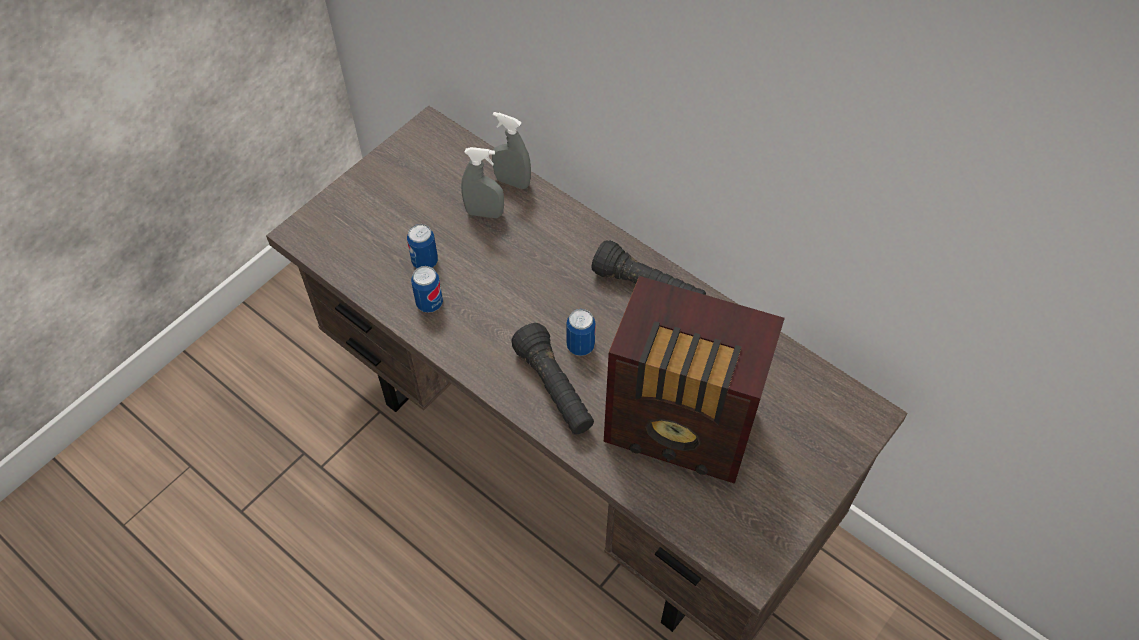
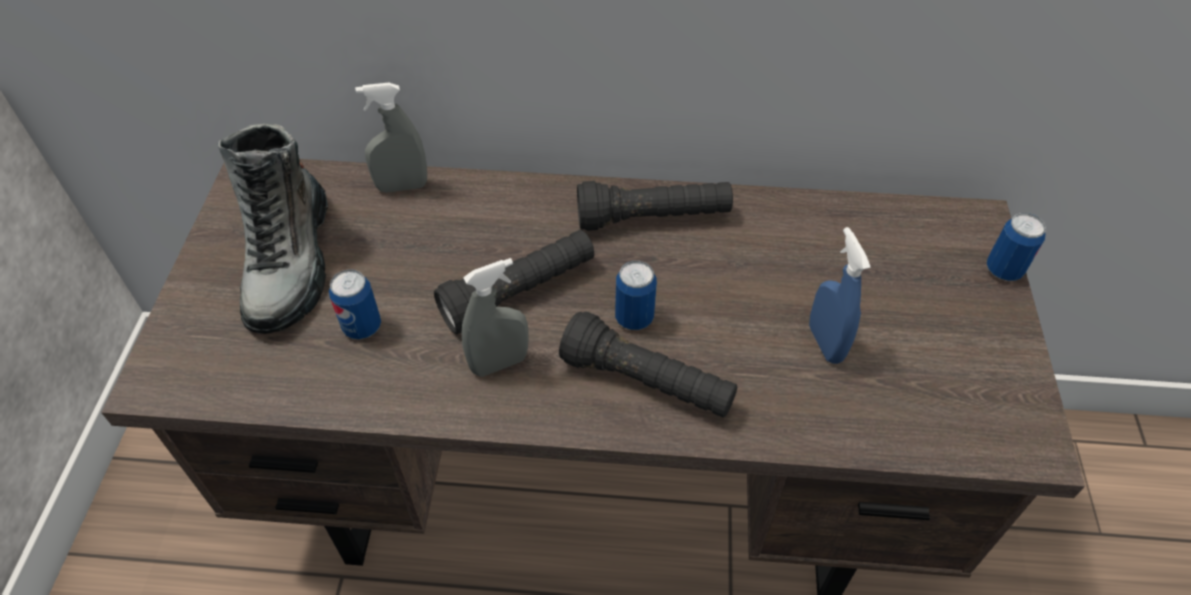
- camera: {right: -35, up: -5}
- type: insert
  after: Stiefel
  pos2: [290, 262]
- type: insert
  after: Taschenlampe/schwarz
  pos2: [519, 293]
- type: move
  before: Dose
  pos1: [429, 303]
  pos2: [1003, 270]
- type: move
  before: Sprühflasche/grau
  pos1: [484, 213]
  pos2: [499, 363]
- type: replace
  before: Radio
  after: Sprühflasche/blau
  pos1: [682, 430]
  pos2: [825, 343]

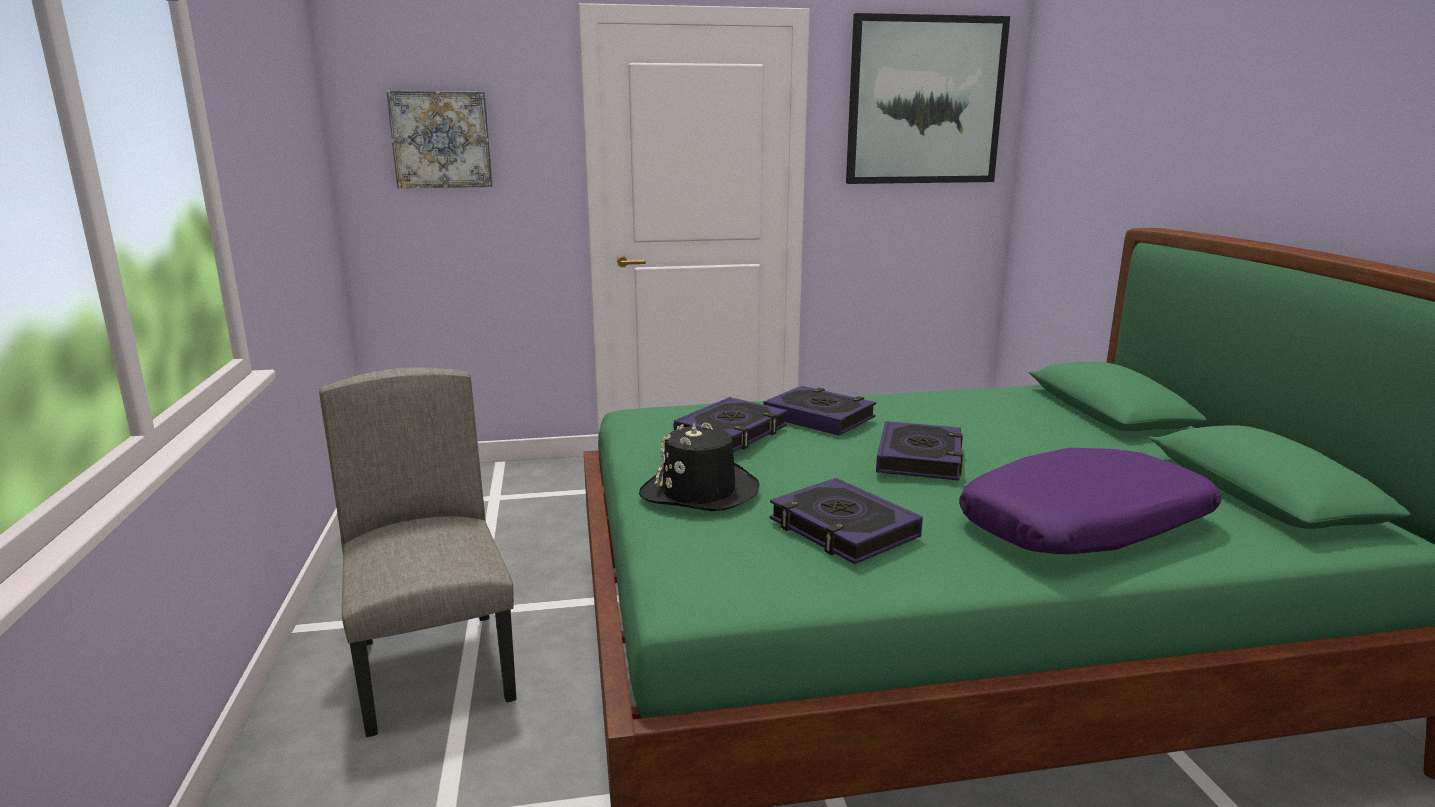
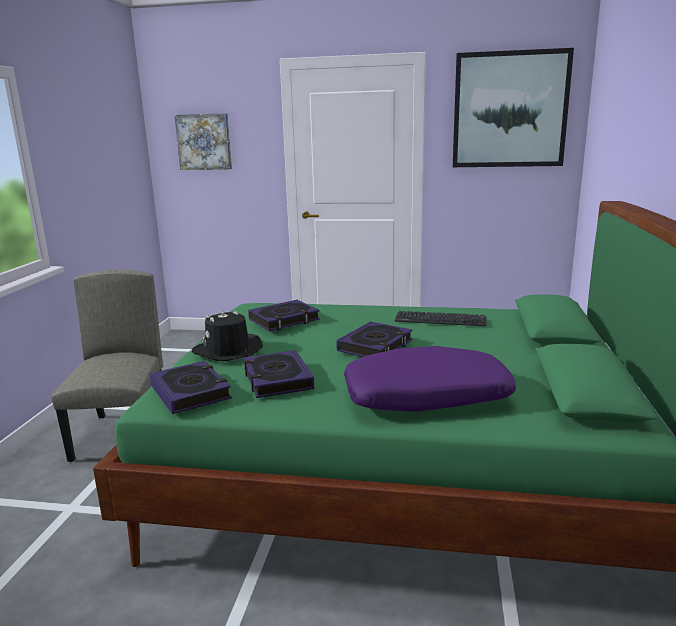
- camera: {right: 20, up: 0}
- type: insert
  after: Tastatur
  pos2: [440, 320]
- type: move
  before: Buch
  pos1: [819, 417]
  pos2: [191, 392]

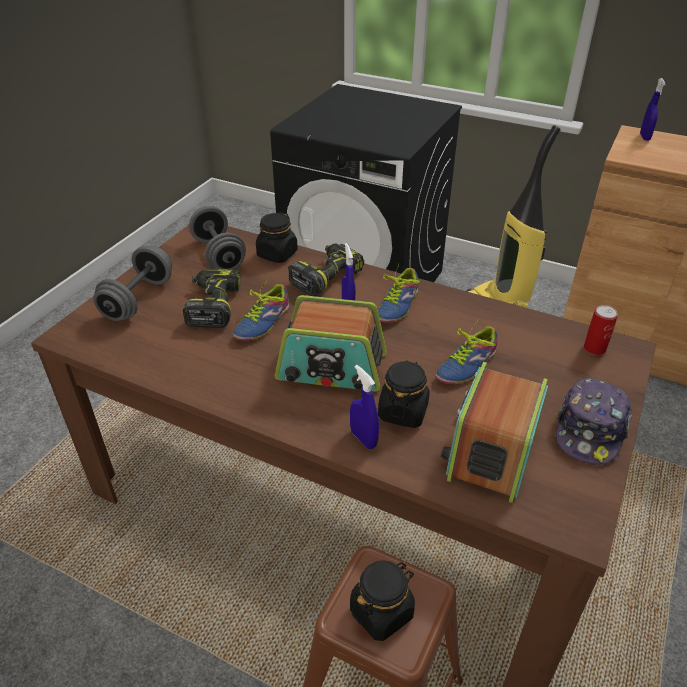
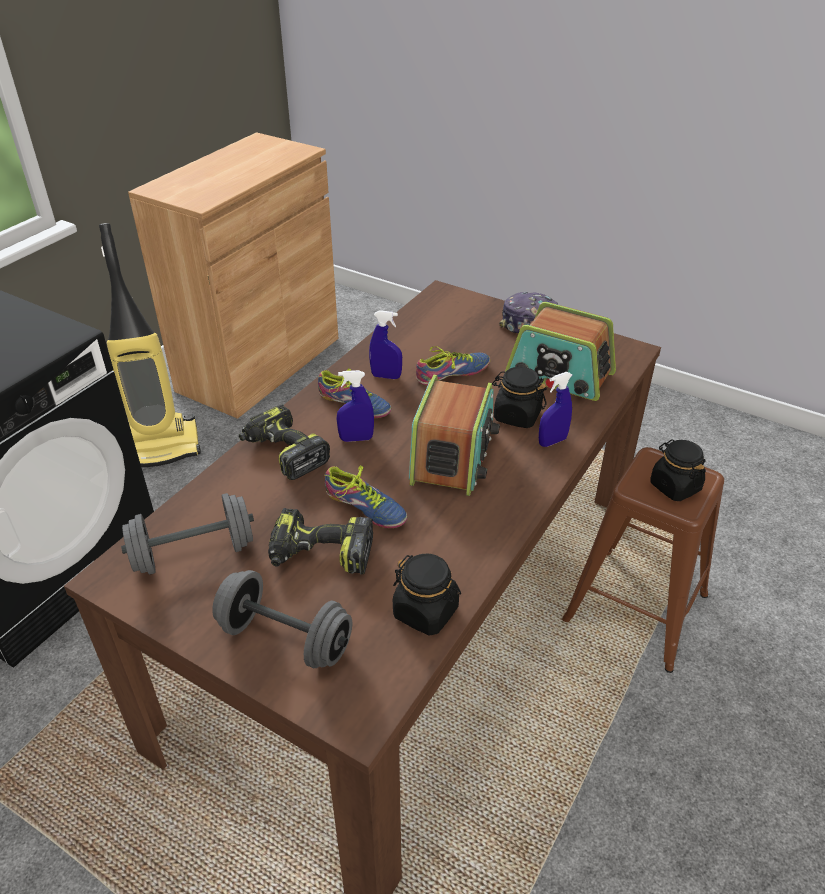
- camera: {right: -85, up: 0}
- type: delete
  before: Dose
  pos1: [594, 348]
- type: move
  before: Vorratsglas/schwarz
  pos1: [277, 254]
  pos2: [426, 612]
- type: move
  before: Sprühflasche/blau
  pos1: [644, 137]
  pos2: [386, 376]
- type: rotate
  before: Schuh
  pos1: [464, 364]
  pos2: [454, 374]
  turn: -75

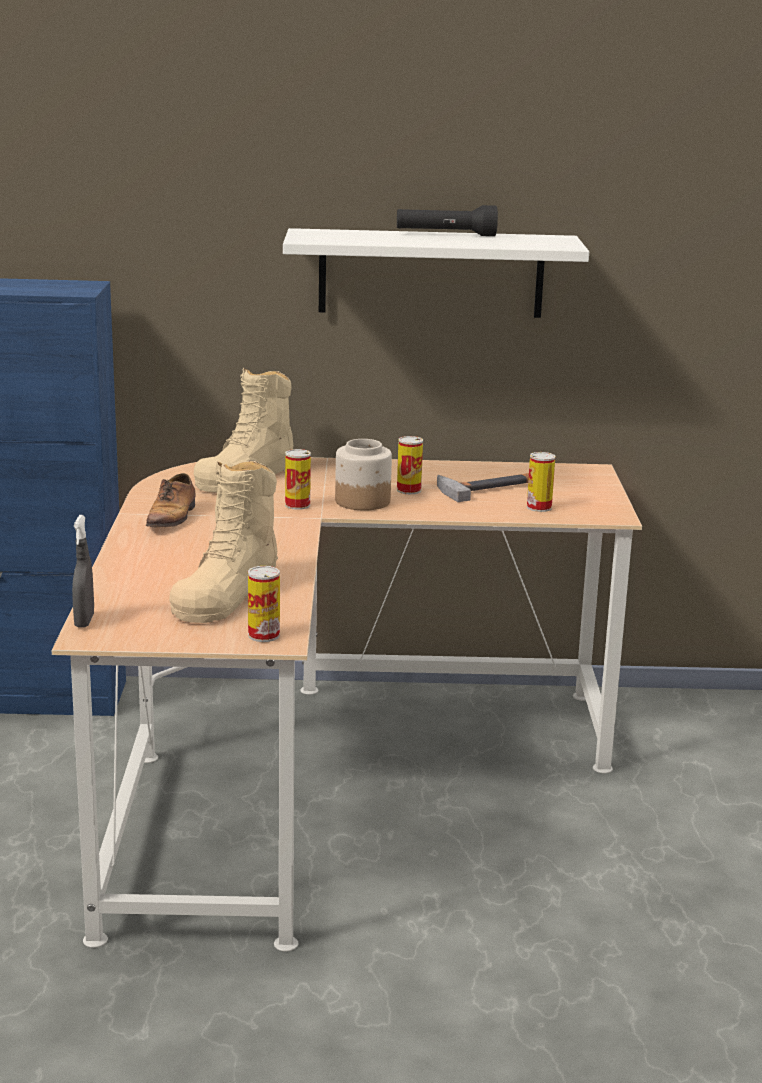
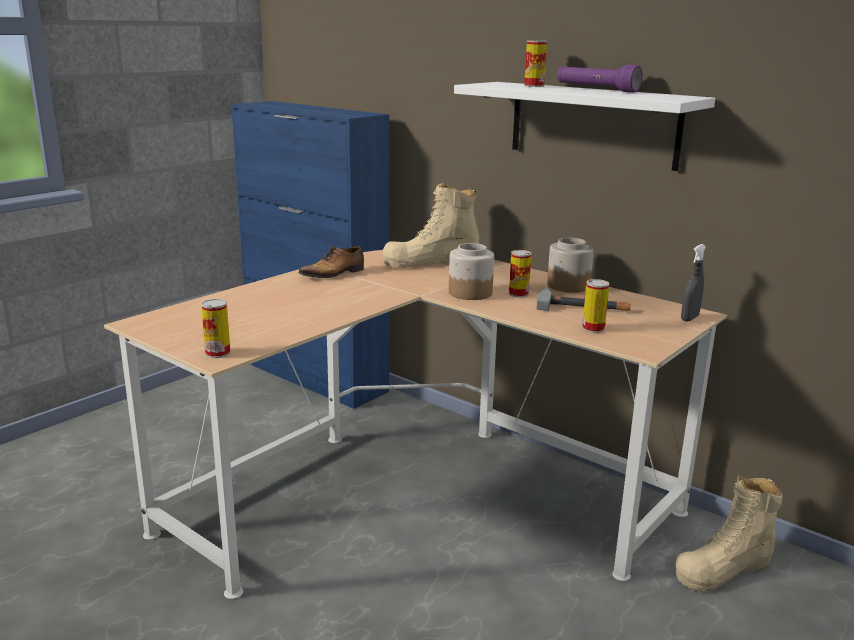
- camera: {right: 40, up: 0}
- type: insert
  after: Vorratsglas
  pos2: [567, 285]
- type: move
  before: Sprühflasche/grau
  pos1: [84, 621]
  pos2: [689, 318]
- type: move
  before: Stiefel/beige
  pos1: [227, 594]
  pos2: [724, 567]
- type: move
  before: Dose
  pos1: [297, 505]
  pos2: [534, 86]
- type: recolor
  before: Taschenlampe/schwarz
  after: Taschenlampe/lila
  pos1: [446, 235]
  pos2: [596, 89]

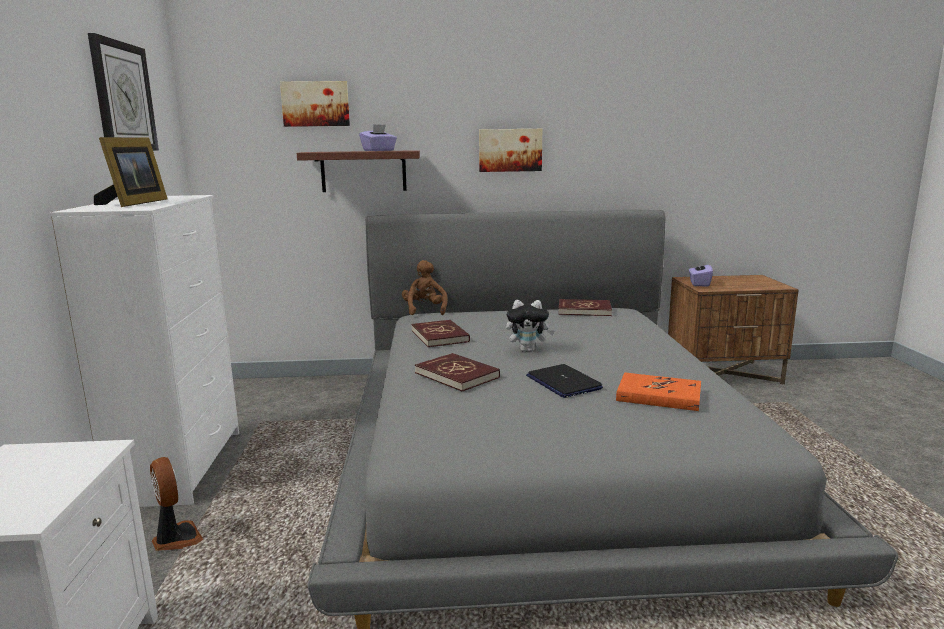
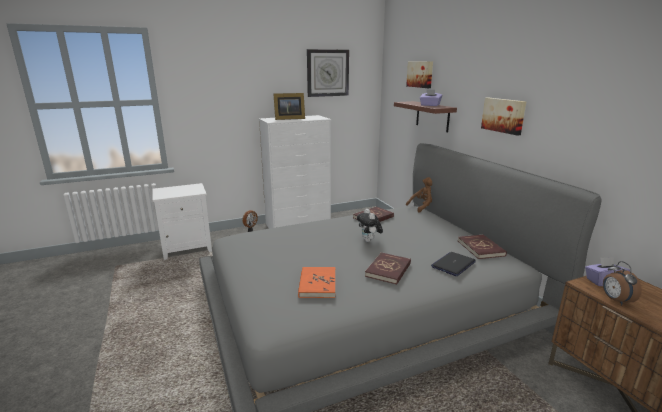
- camera: {right: 70, up: 5}
- type: insert
  after: Wecker
  pos2: [615, 300]
- type: move
  before: Buch/rot
  pos1: [457, 375]
  pos2: [388, 270]
- type: move
  before: Laptop
  pos1: [563, 382]
  pos2: [453, 264]

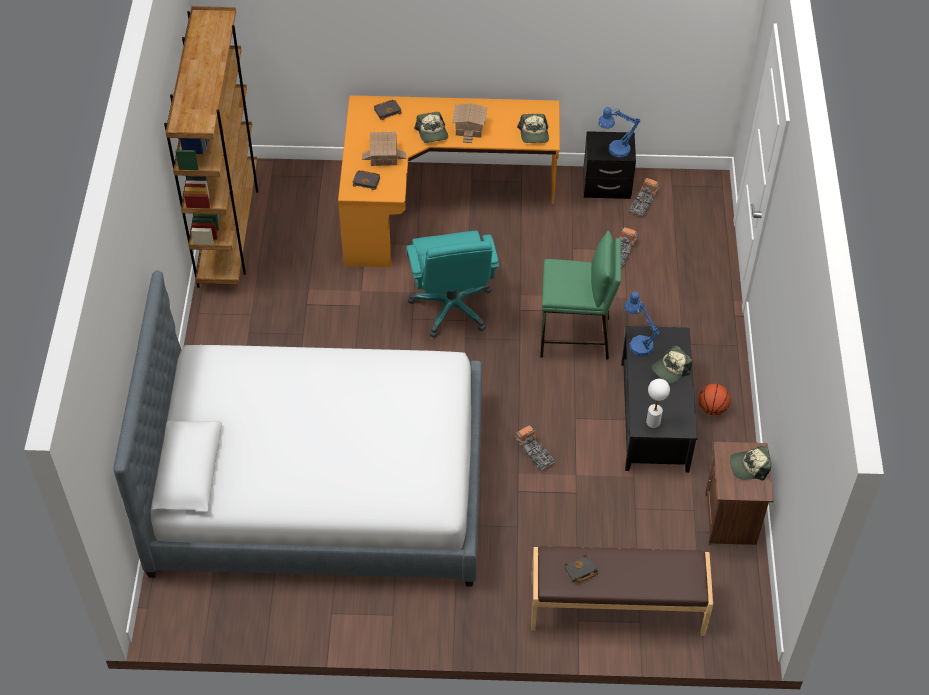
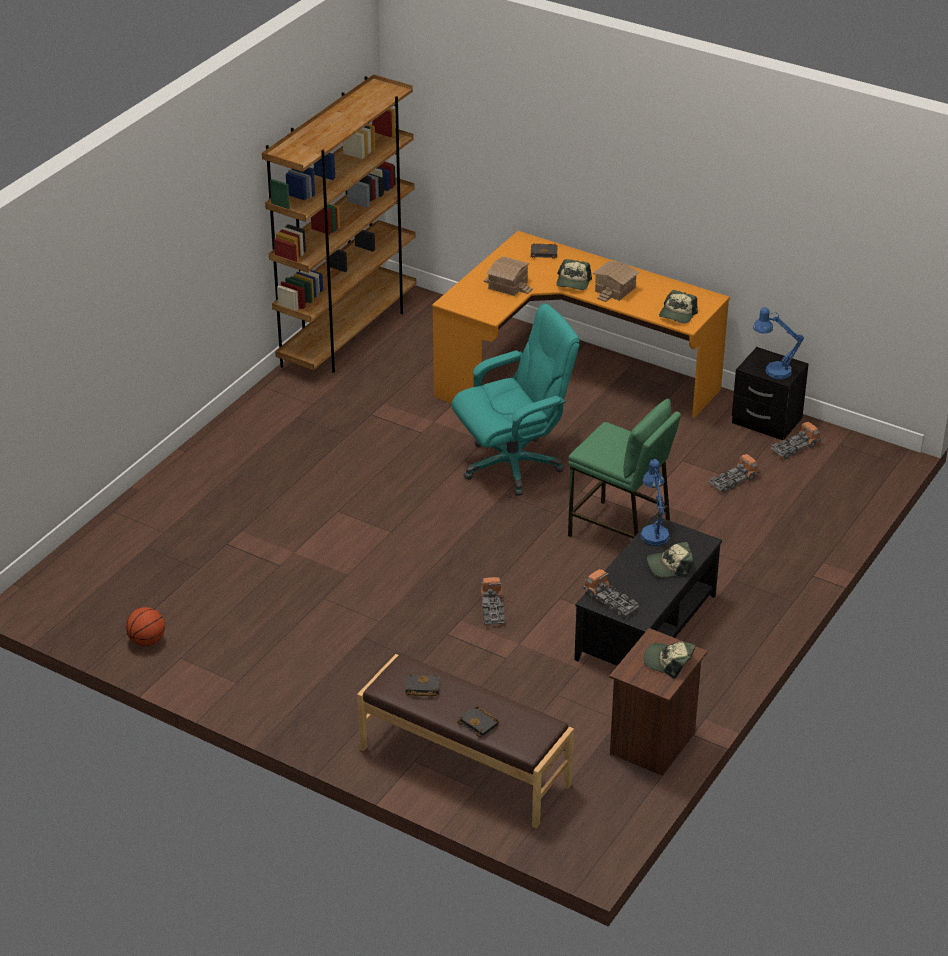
- camera: {right: 30, up: -15}
- type: delete
  before: Bett
  pos1: [320, 484]
- type: move
  before: Buch/schwarz
  pos1: [367, 181]
  pos2: [480, 724]
- type: move
  before: Basketball
  pos1: [712, 408]
  pos2: [147, 641]
- type: replace
  before: Tischlampe/weiß
  after: Spielzeuglaster
  pos1: [653, 422]
  pos2: [610, 601]
- type: rotate
  before: Bürostuhl/türkis
  pos1: [452, 307]
  pos2: [513, 465]
  turn: -135

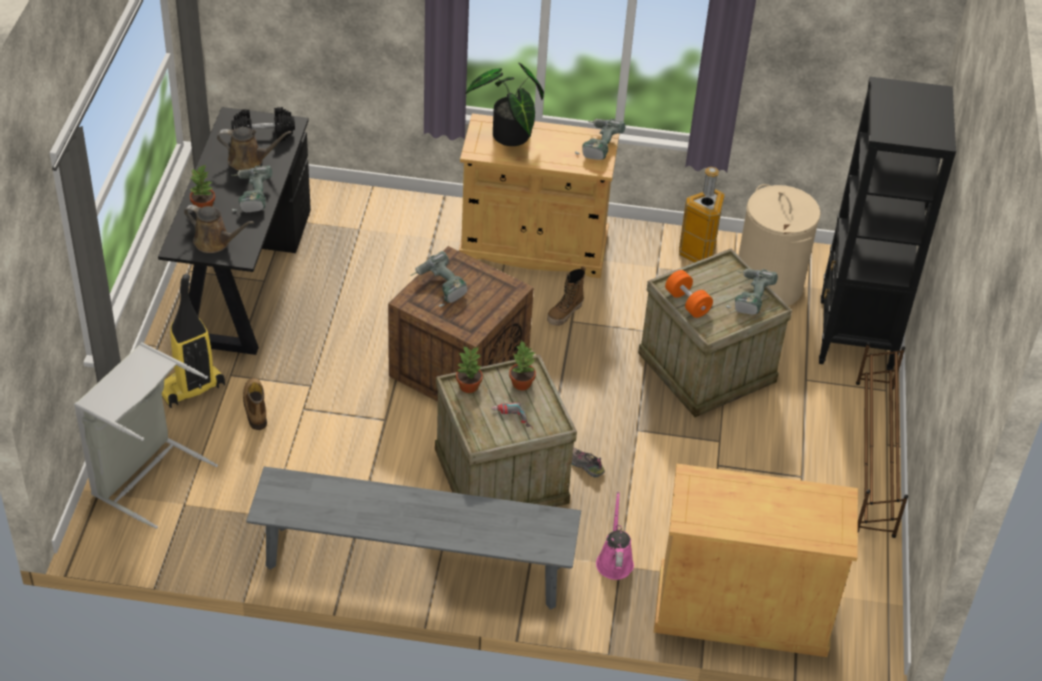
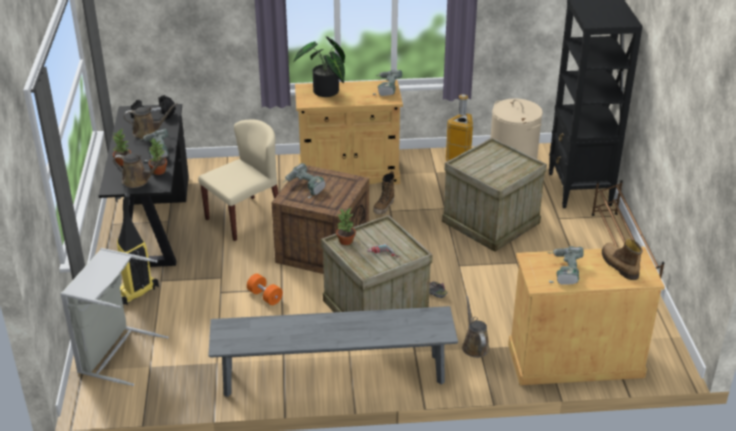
- camera: {right: -10, up: -10}
- type: insert
  after: Stuhl/beige
  pos2: [244, 218]
- type: move
  before: Stiefel
  pos1: [255, 407]
  pos2: [618, 265]
- type: move
  before: Topfpflanze
  pos1: [521, 383]
  pos2: [158, 171]
- type: move
  before: Hantel/orange
  pos1: [687, 303]
  pos2: [265, 296]
- type: move
  before: Bohrmaschine
  pos1: [749, 297]
  pos2: [563, 272]
- type: recolor
  before: Gießkanne/rosa
  after: Gießkanne/braun
  pos1: [614, 560]
  pos2: [474, 346]

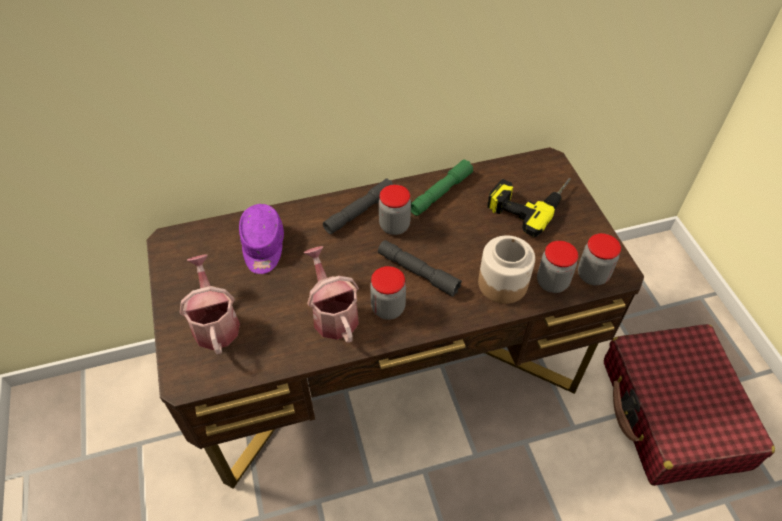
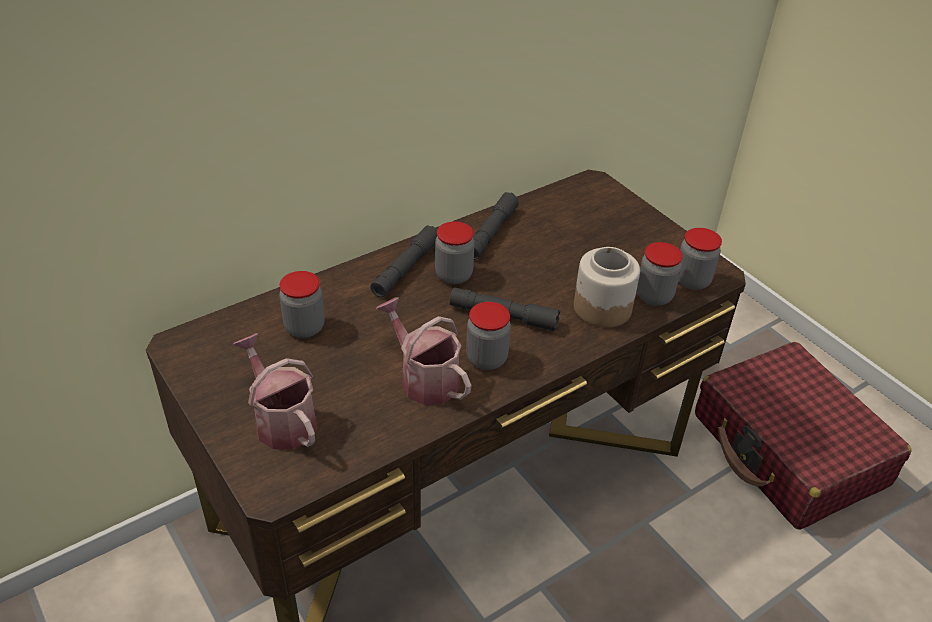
- camera: {right: -20, up: -10}
- type: delete
  before: Bohrmaschine
  pos1: [529, 200]
- type: replace
  before: Kappe/lila
  after: Vorratsglas
  pos1: [263, 247]
  pos2: [304, 327]
- type: recolor
  before: Taschenlampe/grün
  after: Taschenlampe/grau
  pos1: [440, 193]
  pos2: [491, 233]

